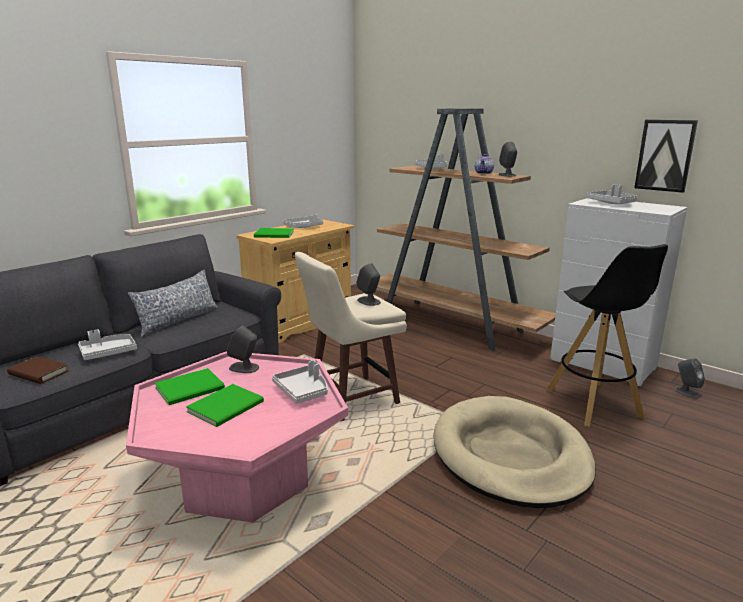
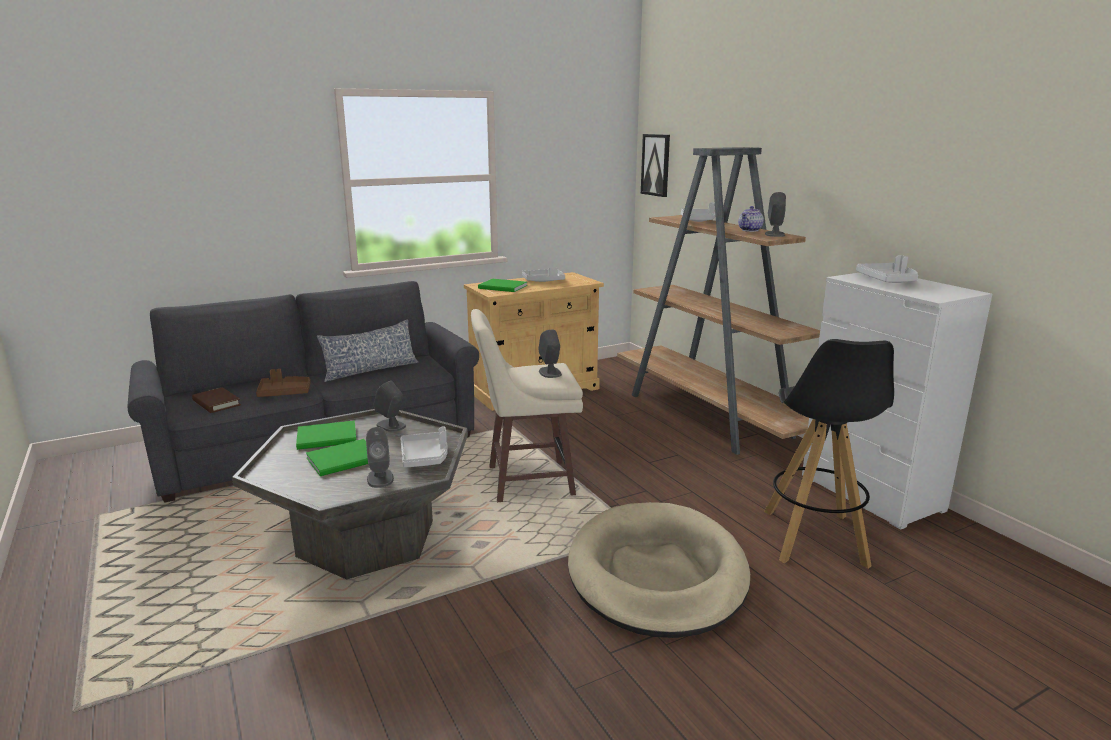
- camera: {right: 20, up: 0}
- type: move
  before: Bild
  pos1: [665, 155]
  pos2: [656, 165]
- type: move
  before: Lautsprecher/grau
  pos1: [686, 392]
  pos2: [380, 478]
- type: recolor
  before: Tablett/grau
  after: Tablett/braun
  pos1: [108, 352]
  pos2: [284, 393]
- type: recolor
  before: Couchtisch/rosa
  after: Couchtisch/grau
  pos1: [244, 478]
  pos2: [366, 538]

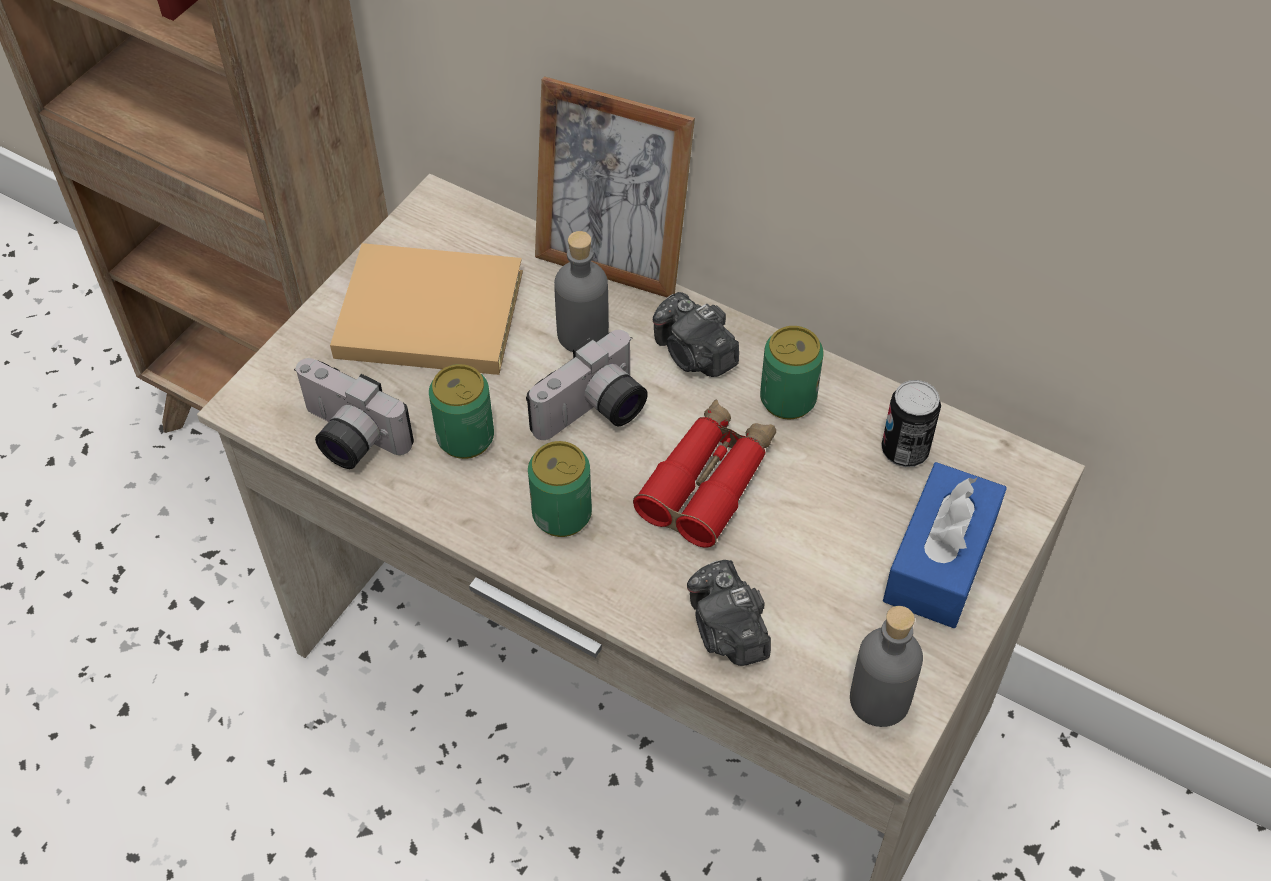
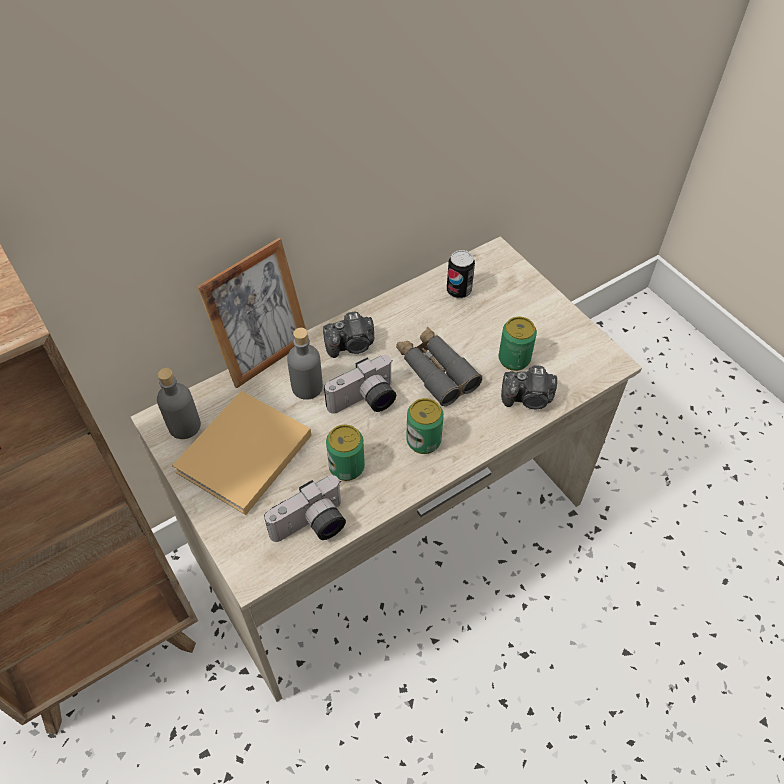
- camera: {right: -65, up: 0}
- type: delete
  before: Taschentuchbox/blau
  pos1: [940, 560]
- type: move
  before: Dose
  pos1: [788, 399]
  pos2: [514, 359]
- type: move
  before: Flasche/grau
  pos1: [879, 699]
  pos2: [184, 426]
- type: recolor
  before: Fernglas/rot
  after: Fernglas/grau
  pos1: [708, 481]
  pos2: [436, 371]
- type: rotate
  before: Kamera
  pos1: [594, 414]
  pos2: [365, 402]
  turn: 75

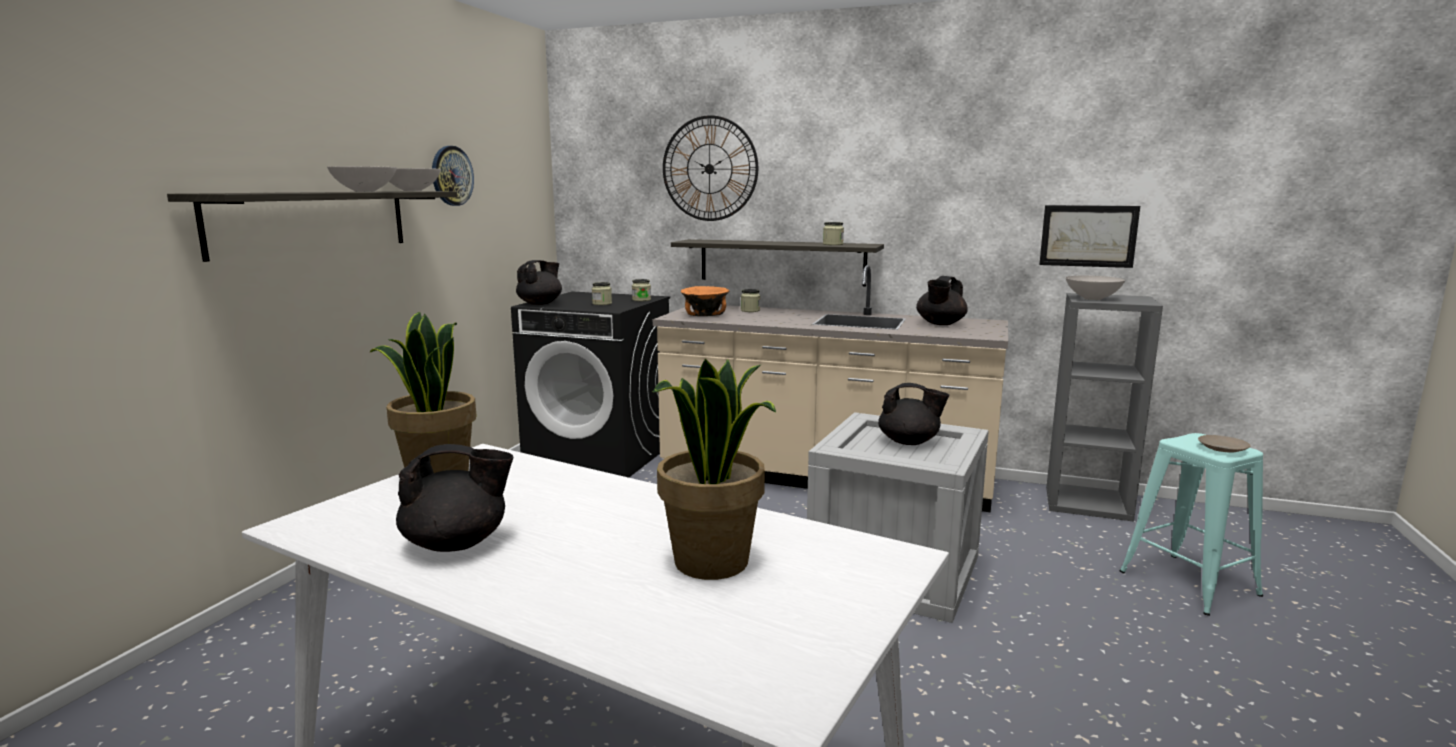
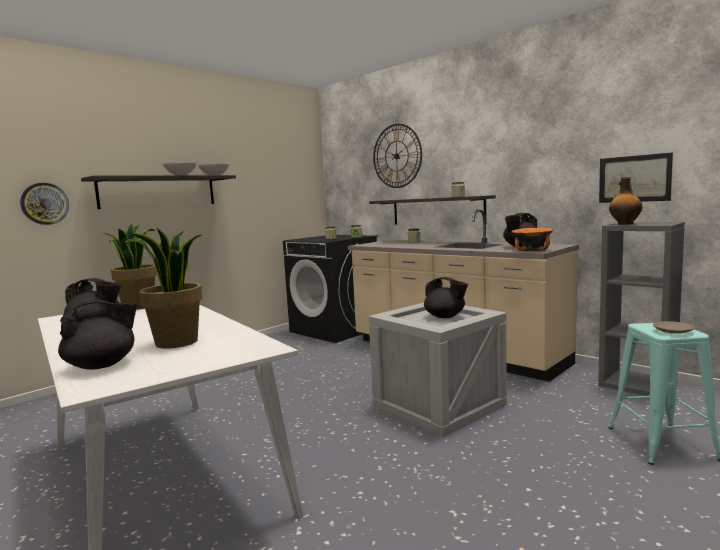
- camera: {right: 25, up: -5}
- type: move
  before: Wanduhr
  pos1: [451, 176]
  pos2: [44, 203]
- type: move
  before: Teekanne/schwarz
  pos1: [540, 303]
  pos2: [102, 365]
- type: move
  before: Schüssel/orange
  pos1: [705, 315]
  pos2: [532, 250]
- type: replace
  before: Schüssel/weiß
  after: Flasche
  pos1: [1092, 298]
  pos2: [624, 224]

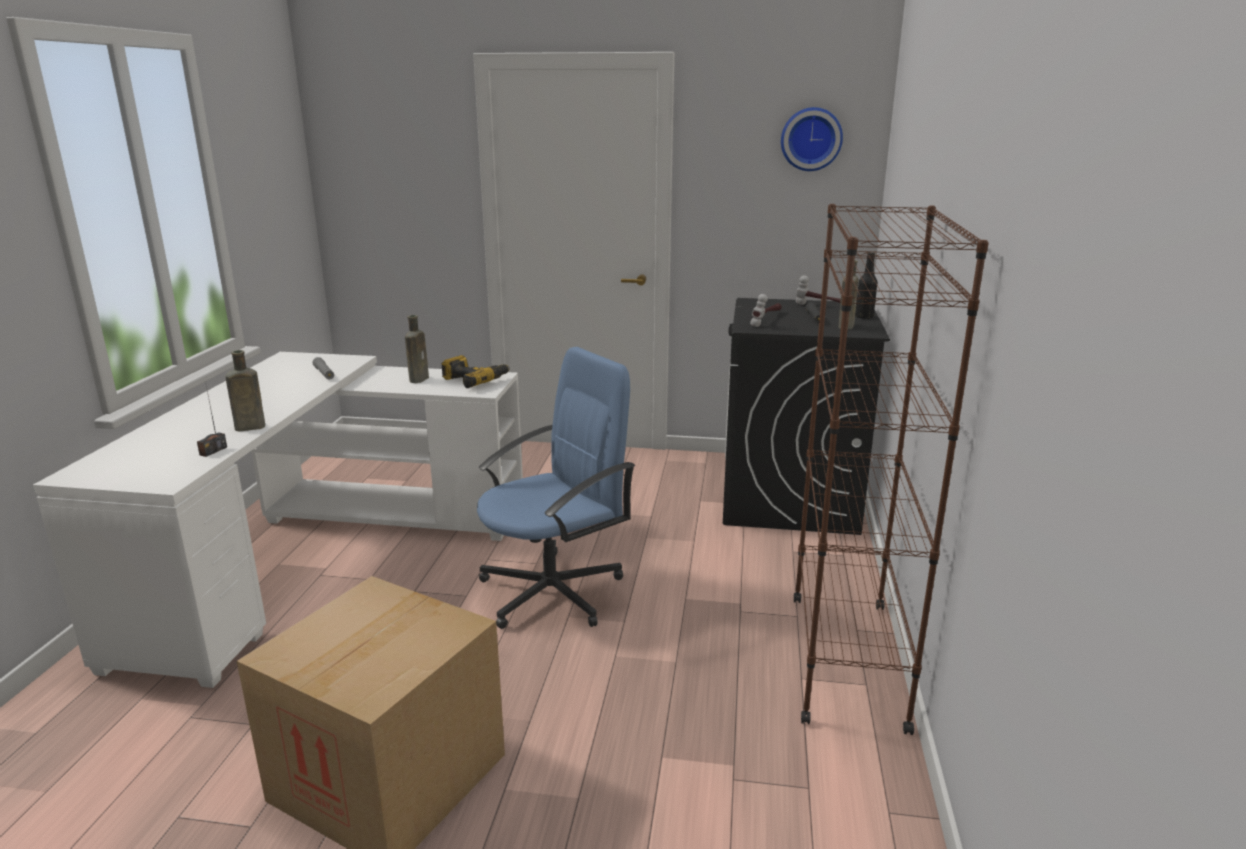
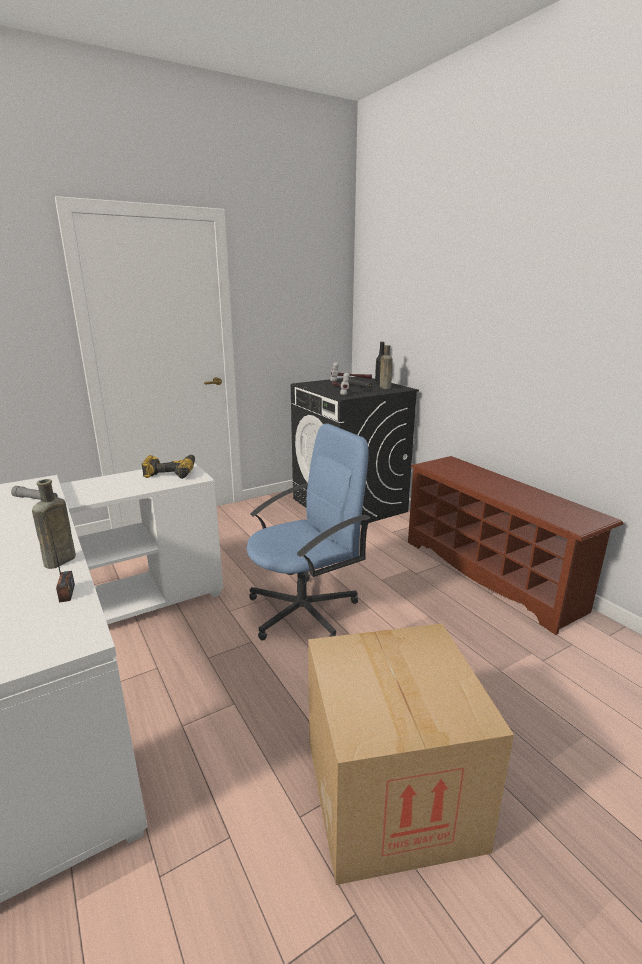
- camera: {right: -40, up: 0}
- type: delete
  before: Flasche/braun
  pos1: [419, 379]
- type: delete
  before: Wanduhr
  pos1: [811, 139]
- type: replace
  before: Bücherregal/braun
  after: Schuhregal/braun
  pos1: [846, 658]
  pos2: [491, 574]
- type: rotate
  before: Bürostuhl/blau
  pos1: [553, 591]
  pos2: [304, 610]
  turn: 45

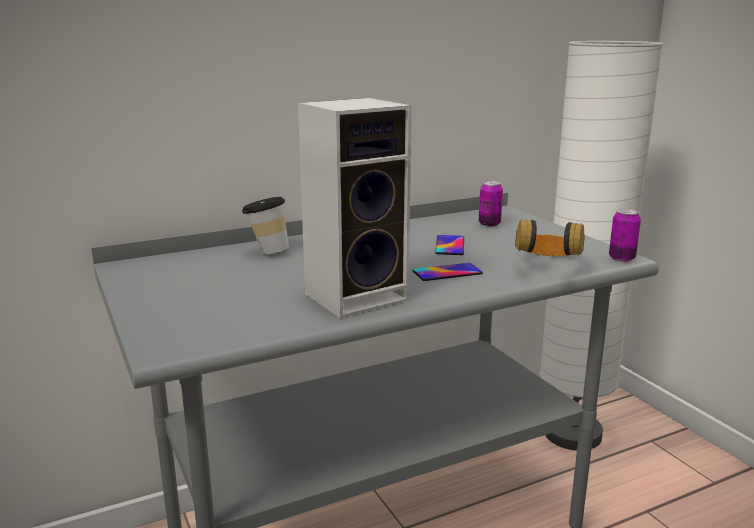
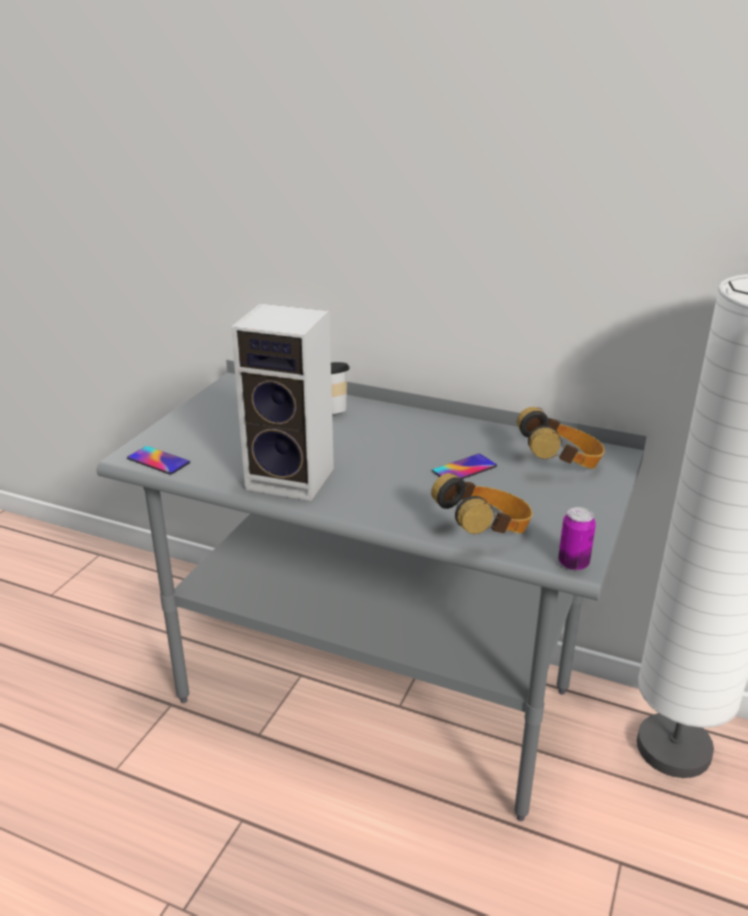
- camera: {right: 50, up: 10}
- type: move
  before: Handy
  pos1: [447, 272]
  pos2: [158, 461]
- type: replace
  before: Dose
  after: Kopfhörer
  pos1: [489, 224]
  pos2: [560, 463]

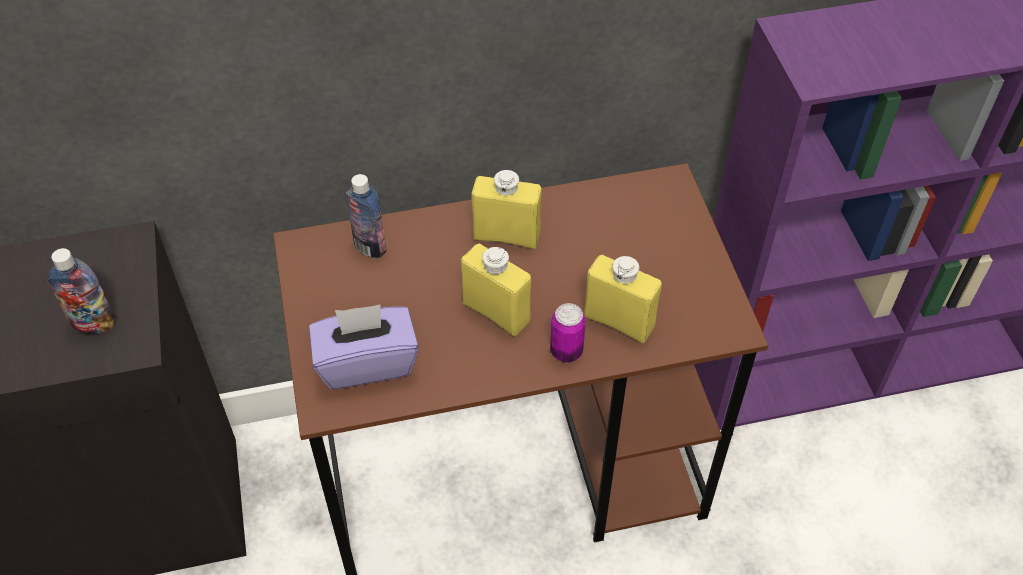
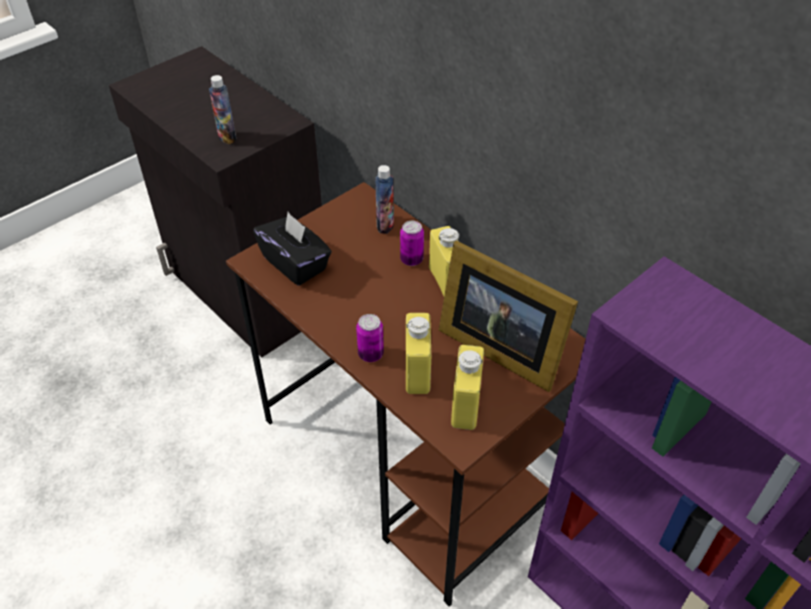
- camera: {right: 60, up: -5}
- type: insert
  after: Dose
  pos2: [411, 260]
- type: insert
  after: Bilderrahmen
  pos2: [498, 346]
- type: move
  before: Flasche/gelb
  pos1: [496, 312]
  pos2: [465, 405]
- type: recolor
  before: Taschentuchbox/lila
  after: Taschentuchbox/schwarz
  pos1: [366, 362]
  pos2: [295, 264]

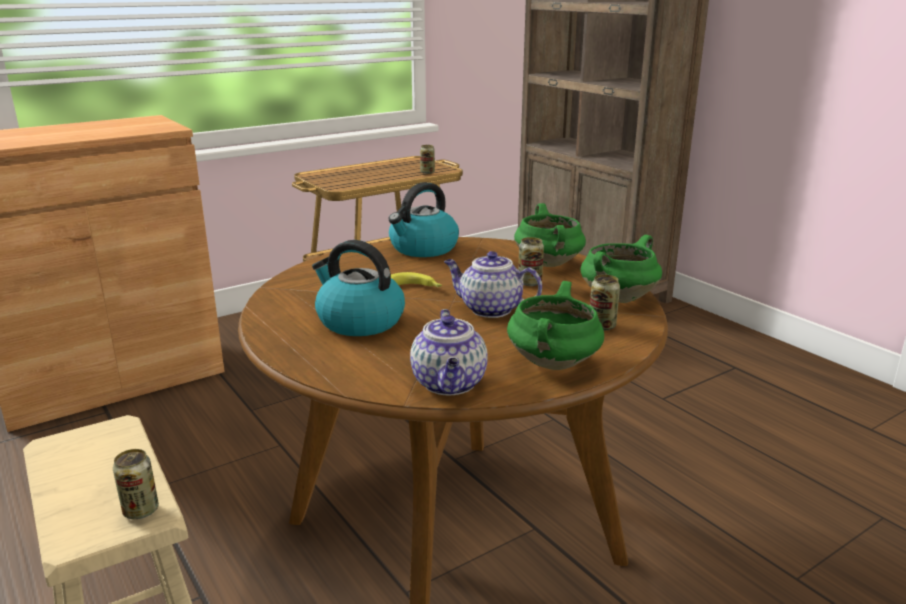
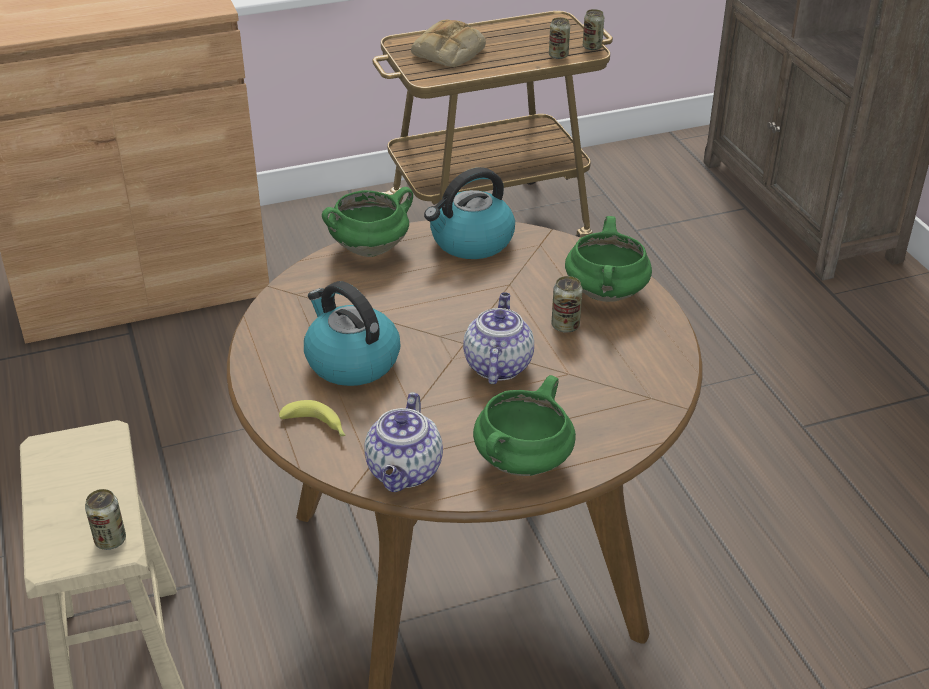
- camera: {right: 15, up: 15}
- type: insert
  after: Brot
  pos2: [449, 53]
- type: move
  before: Banane
  pos1: [414, 288]
  pos2: [317, 427]
- type: move
  before: Kochtopf/grün
  pos1: [618, 297]
  pos2: [370, 248]
- type: move
  before: Dose
  pos1: [602, 326]
  pos2: [592, 47]
- type: rotate
  before: Teekanne
  pos1: [489, 309]
  pos2: [497, 365]
  turn: 60

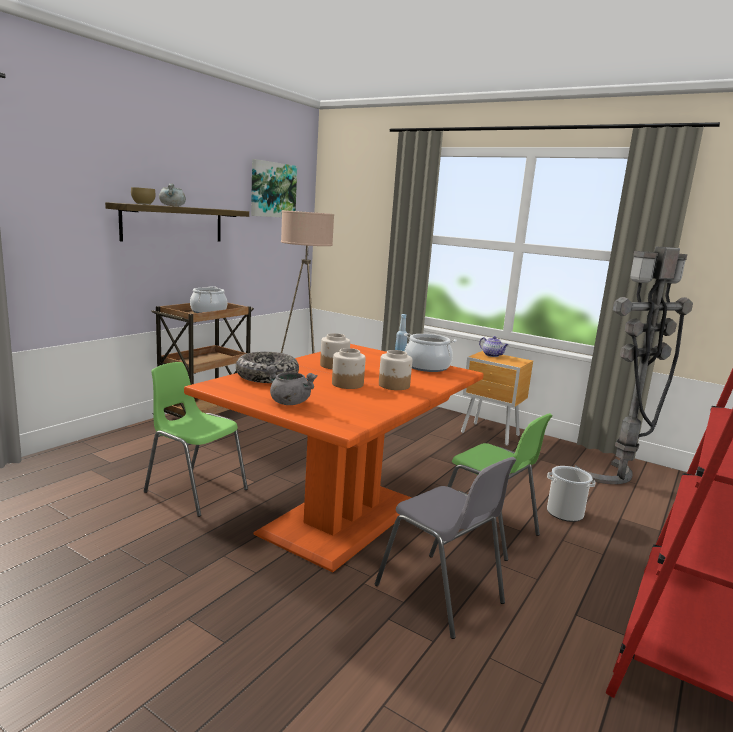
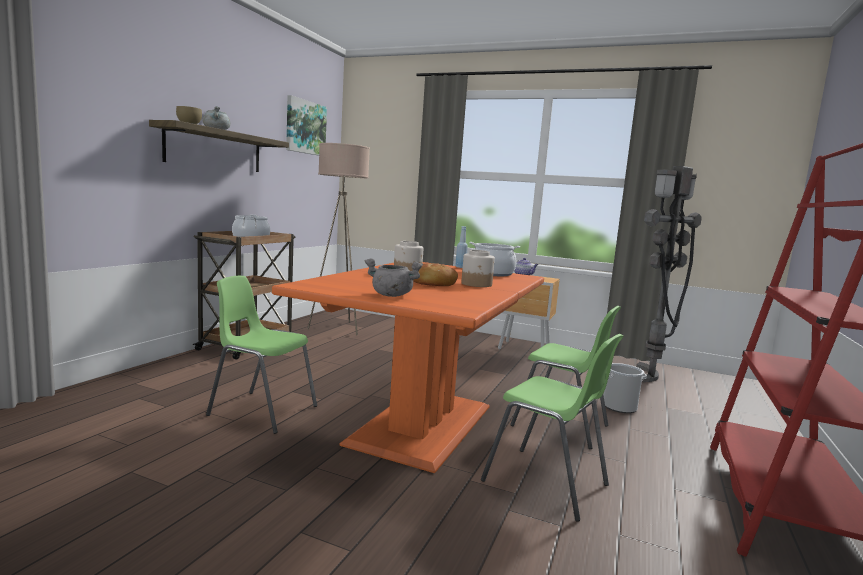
- camera: {right: -10, up: -5}
- type: delete
  before: Schüssel
  pos1: [267, 377]
- type: replace
  before: Vorratsglas
  after: Brot
  pos1: [347, 384]
  pos2: [433, 283]
- type: recolor
  before: Stuhl/grau
  after: Stuhl/grün
  pos1: [440, 594]
  pos2: [546, 483]

